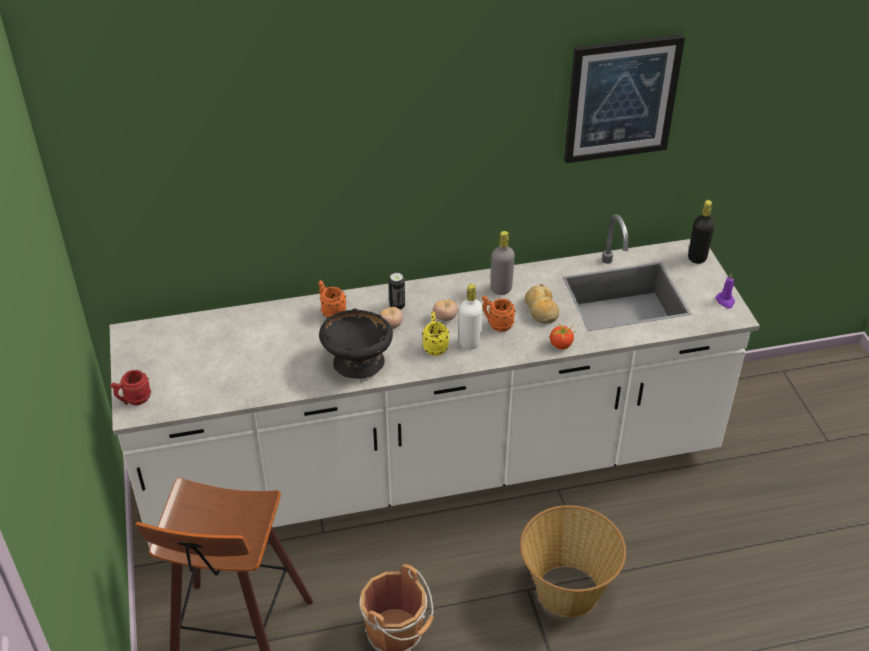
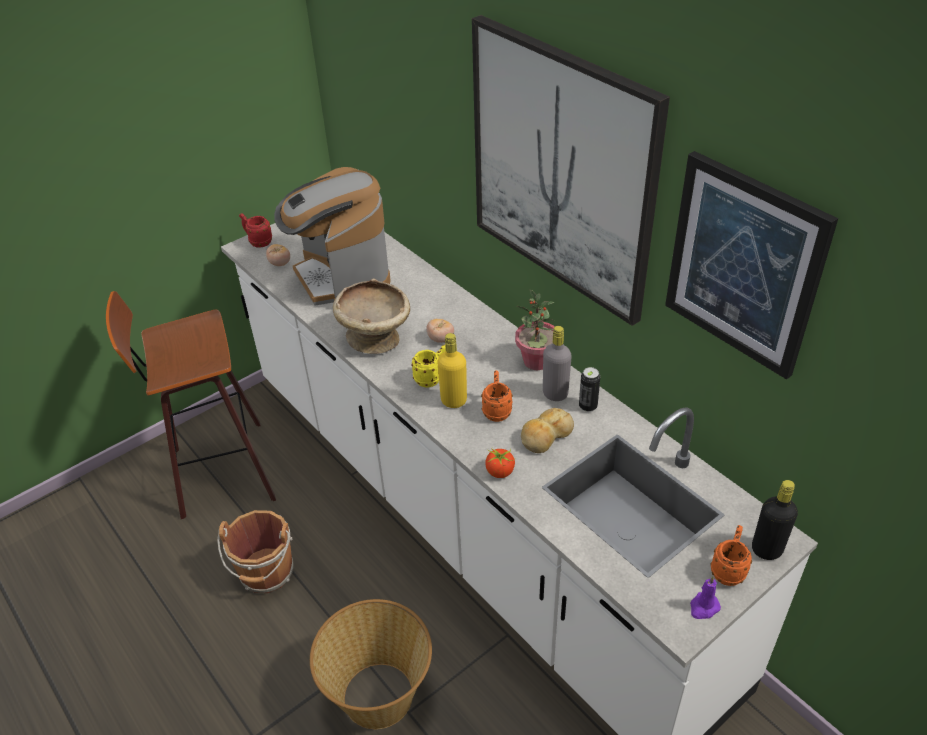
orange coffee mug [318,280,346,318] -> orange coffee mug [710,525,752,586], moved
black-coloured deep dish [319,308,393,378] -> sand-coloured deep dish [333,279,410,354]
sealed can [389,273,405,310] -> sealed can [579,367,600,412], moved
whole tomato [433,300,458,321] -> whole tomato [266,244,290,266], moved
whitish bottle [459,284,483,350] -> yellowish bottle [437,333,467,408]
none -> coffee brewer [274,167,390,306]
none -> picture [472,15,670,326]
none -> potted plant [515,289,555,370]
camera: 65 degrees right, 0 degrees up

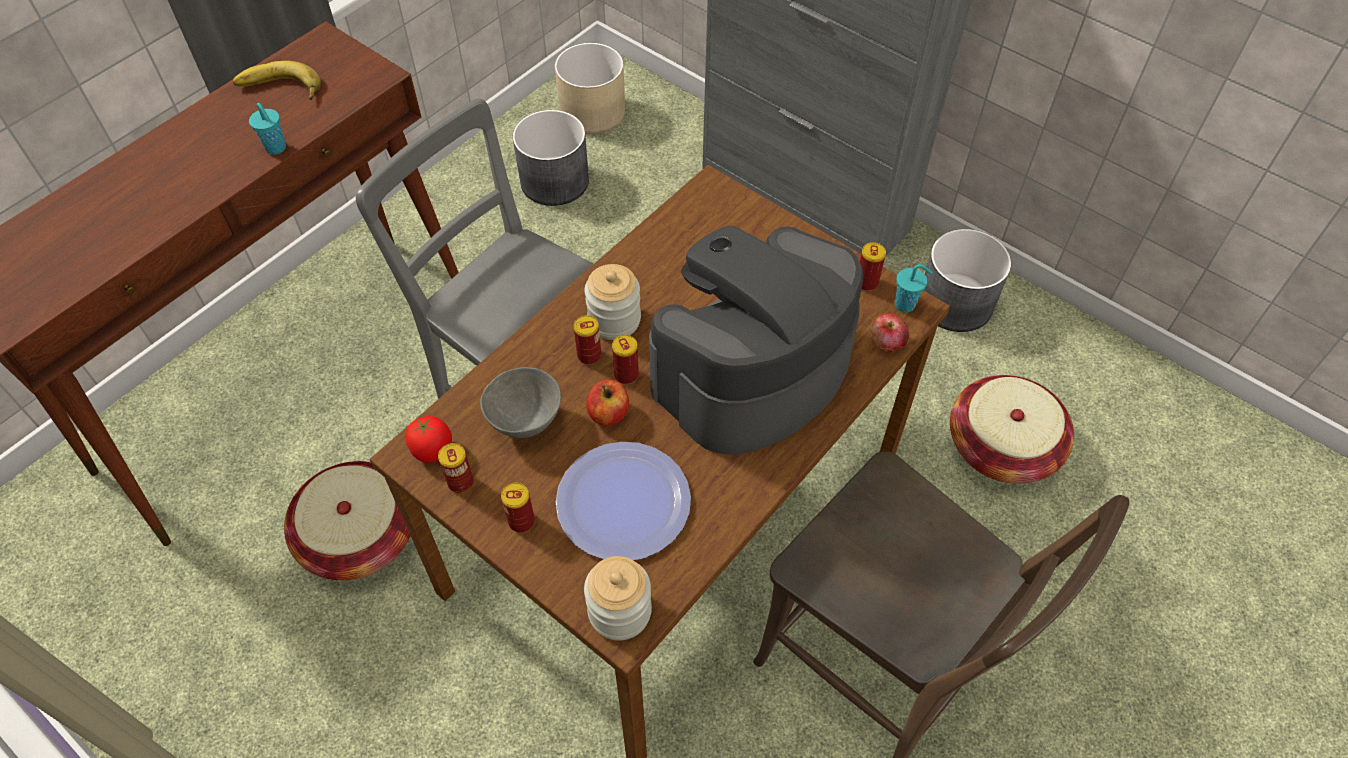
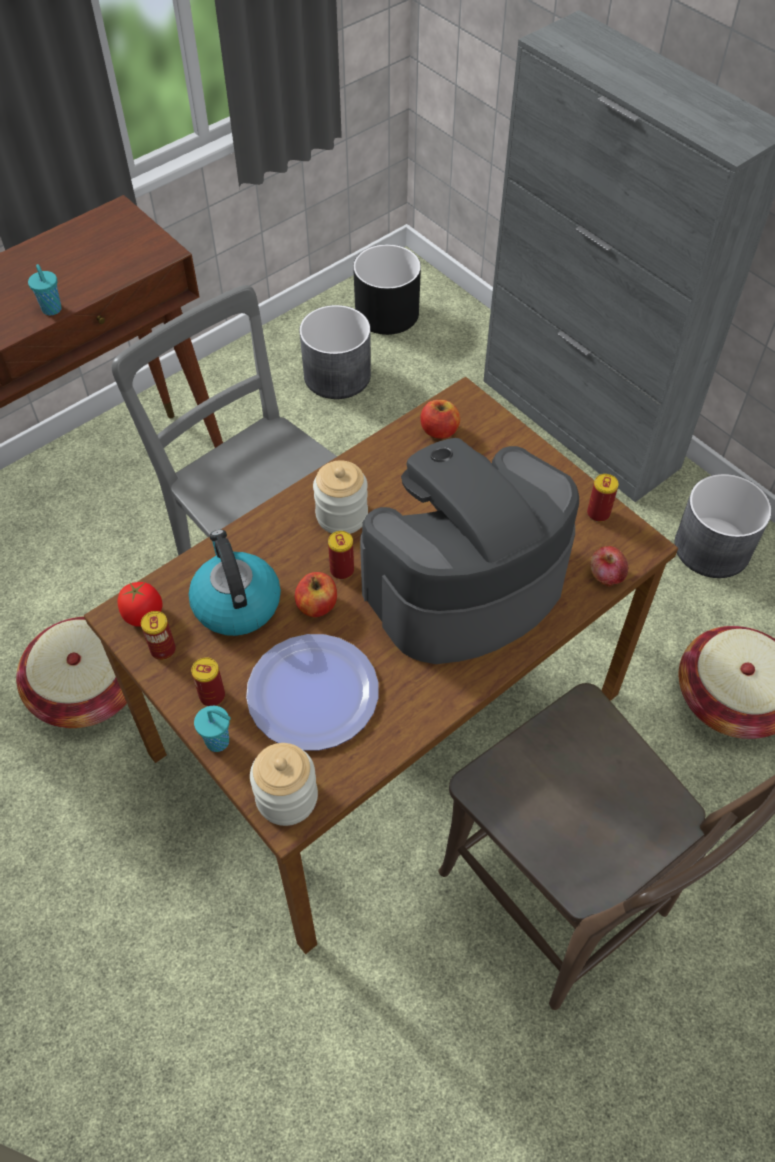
banana fruit [233,60,321,100] -> none
greyish deep dish [480,367,561,438] -> kettle [189,530,281,636]
sand-coloured plant pot [555,43,625,134] -> black-coloured plant pot [353,244,421,335]
sealed can [574,315,601,365] -> none
blue-green cup [895,264,933,313] -> blue-green cup [194,706,231,752], moved
none -> apple [420,400,460,439]
camera: 10 degrees right, 0 degrees up

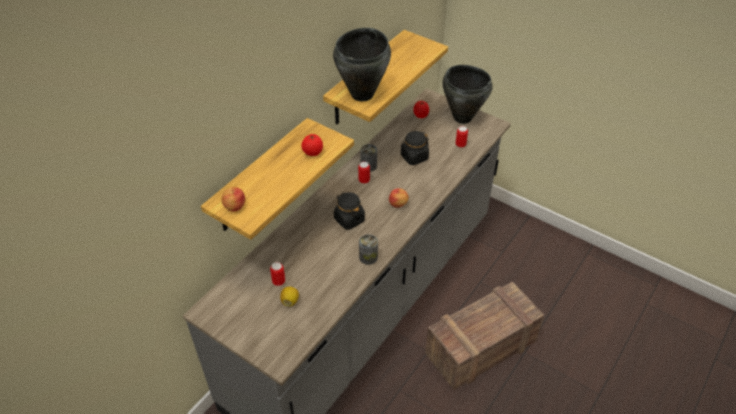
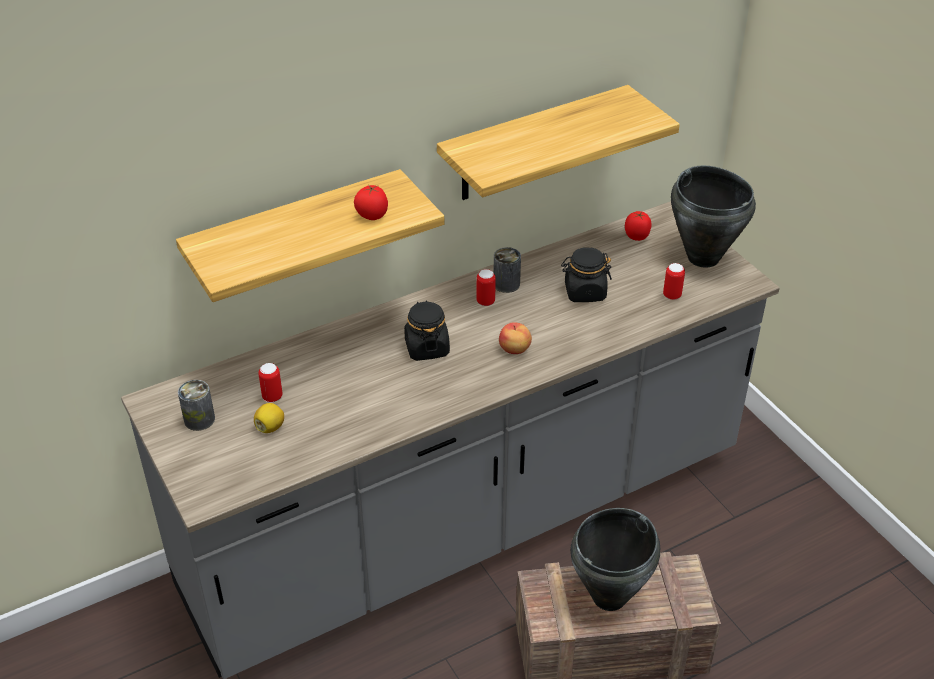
apple [221,187,245,212] -> none
black-coloured cooking pot [333,28,391,101] -> black-coloured cooking pot [570,508,660,611], moved
sealed can [359,234,378,265] -> sealed can [178,380,215,431], moved
camera: 25 degrees right, 5 degrees down

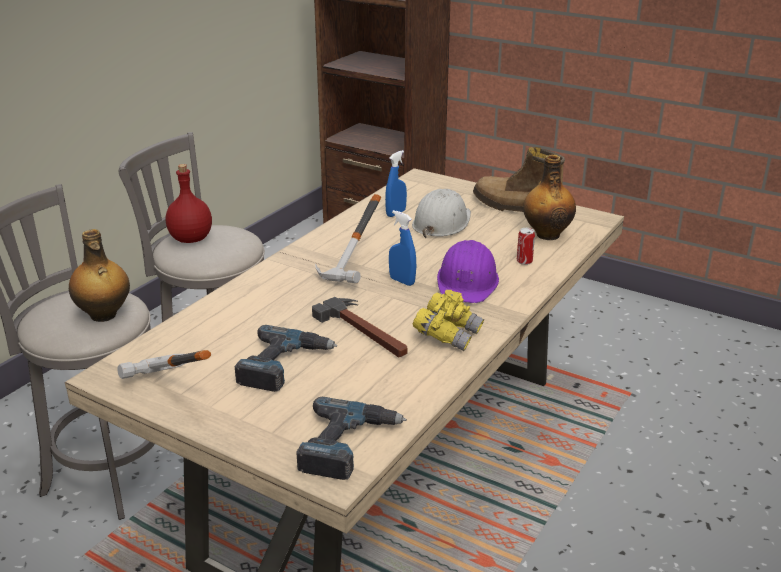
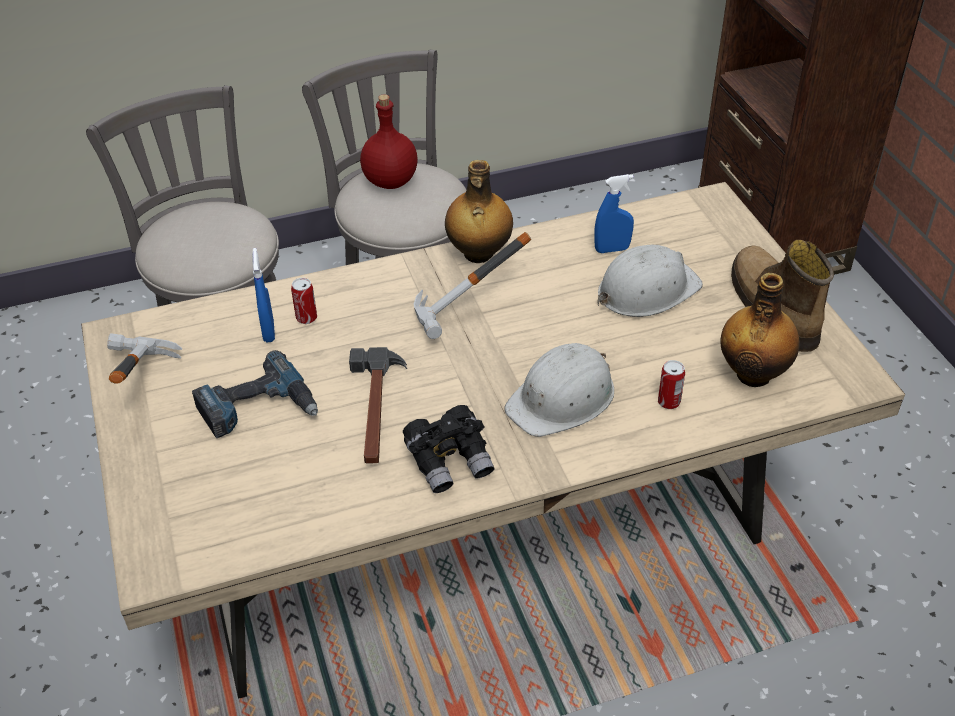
bottle [69,229,130,322] -> bottle [445,160,513,263], moved
electric drill [296,397,407,480] -> none
blue sprayer [389,210,416,286] -> blue sprayer [252,248,275,342], moved
yellowish pair of binoculars [413,290,484,351] -> black-coloured pair of binoculars [403,405,495,493]
purple-coloured hard hat [437,240,499,303] -> whitish hard hat [504,343,614,437]
none -> sealed can [291,278,317,324]
camera: 40 degrees right, 15 degrees up

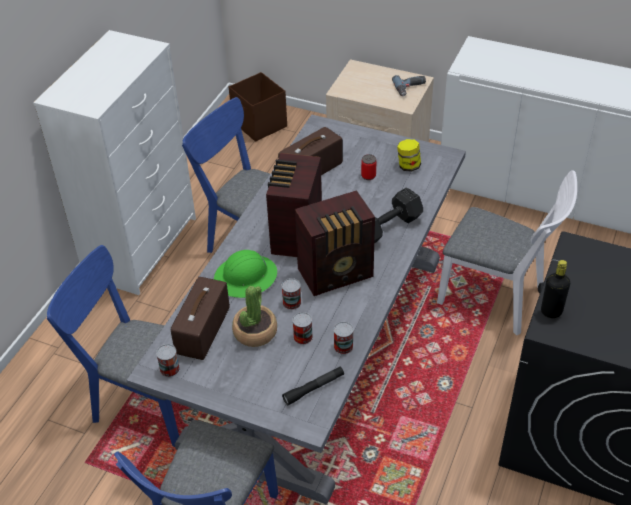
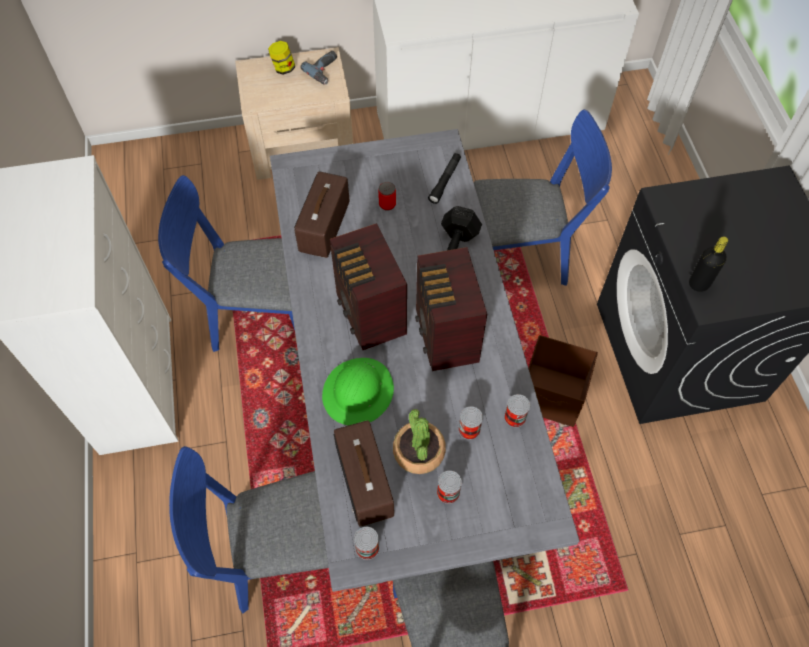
brown storage box [229,72,287,142] -> brown storage box [529,335,598,427], moved
sealed can [282,278,301,310] -> sealed can [437,471,462,504], moved
black-coloured flashlight [282,367,344,405] -> black-coloured flashlight [428,153,461,204], moved
radio receiver [295,190,375,296] -> radio receiver [415,247,487,371], 135 degrees clockwise
preserve jar [397,139,421,172] -> preserve jar [268,41,295,75], moved
whitish upright chair [437,170,577,335] -> blue upright chair [474,109,612,286]
camera: 35 degrees left, 15 degrees up

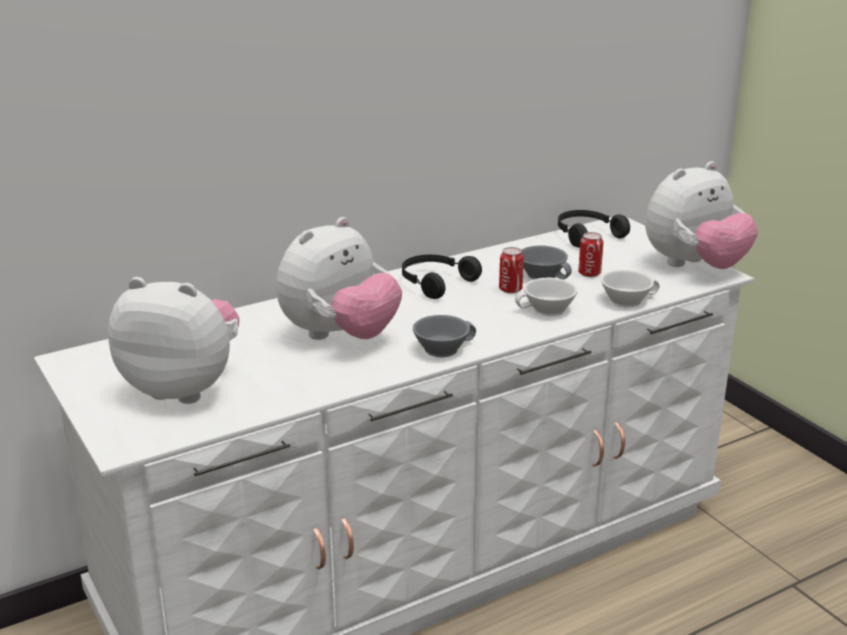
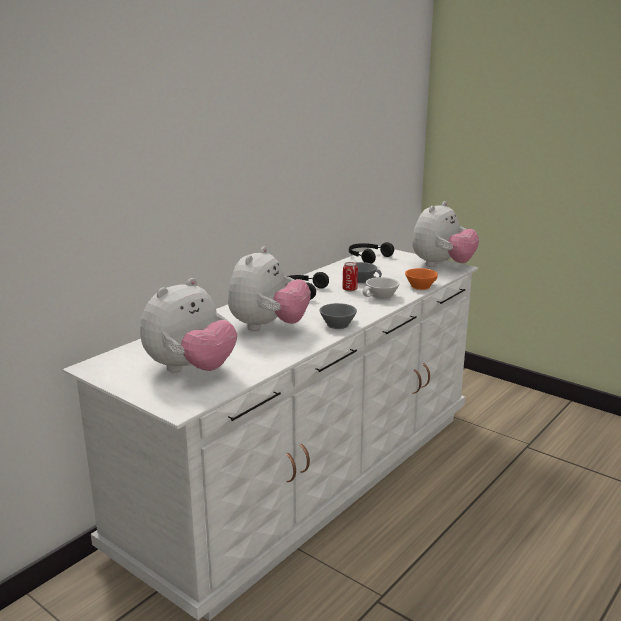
plush toy [108,277,239,404] -> plush toy [140,278,237,372], 135 degrees clockwise
sealed can [578,232,603,277] -> none
whitish cup [601,270,660,307] -> orange cup [405,268,438,290]
camera: 20 degrees left, 5 degrees down

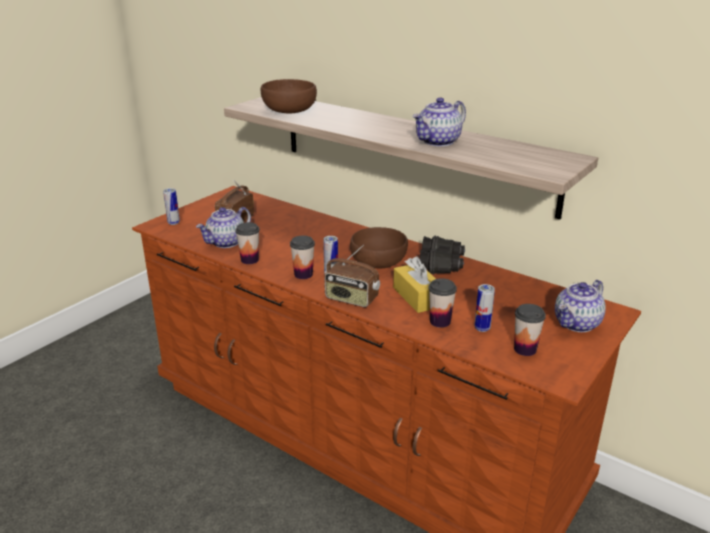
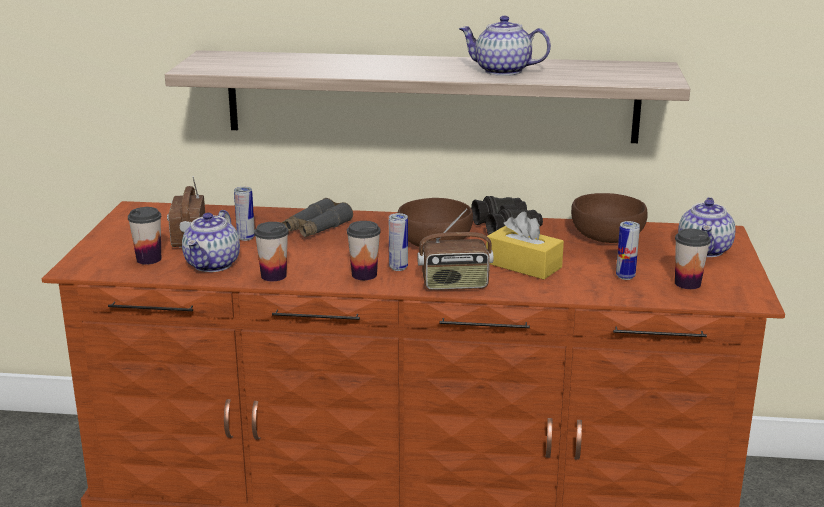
sealed can [163,188,180,225] -> sealed can [234,187,255,241], moved
brown deep dish [261,79,317,113] -> brown deep dish [571,193,647,243], moved
tea pot [412,97,466,147] -> tea pot [459,16,551,76], 90 degrees clockwise
cup [428,278,457,328] -> cup [128,207,161,265], moved
none -> greyish pair of binoculars [281,198,353,237]
camera: 30 degrees left, 5 degrees down

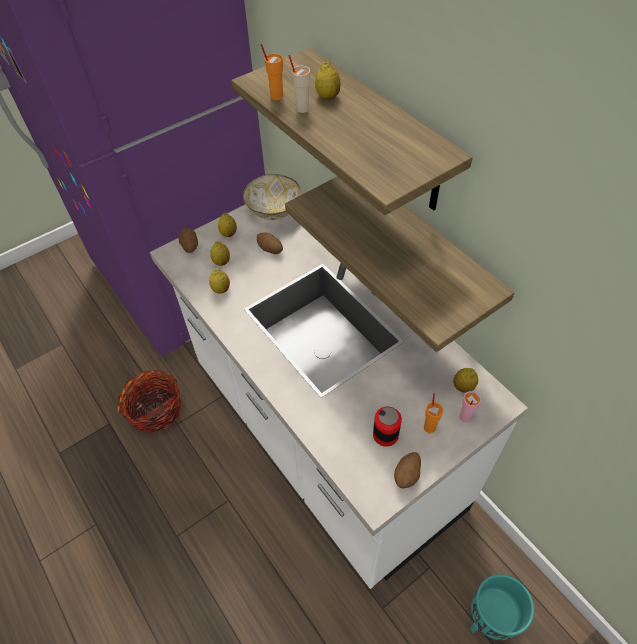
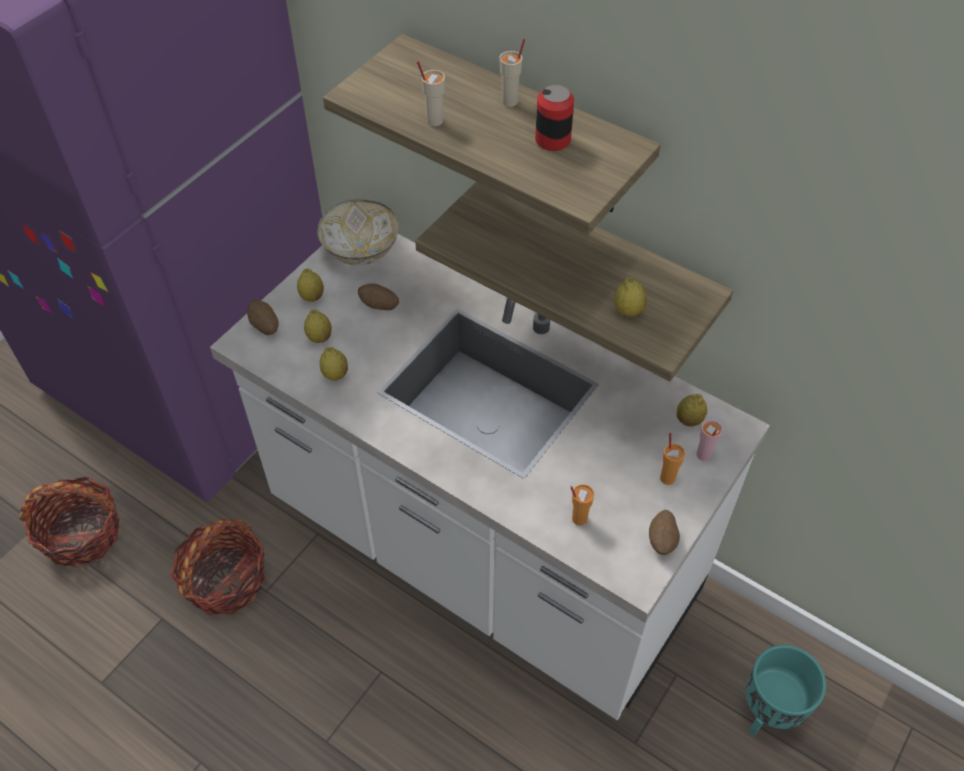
orange cup [261,44,283,100] -> orange cup [570,484,594,526], moved
lemon [315,62,341,100] -> lemon [614,277,647,317], moved
sealed can [373,407,402,447] -> sealed can [535,85,574,151], moved
none -> household basket [19,477,119,568]
none -> sand-coloured cup [499,39,525,107]
camera: 20 degrees left, 0 degrees up

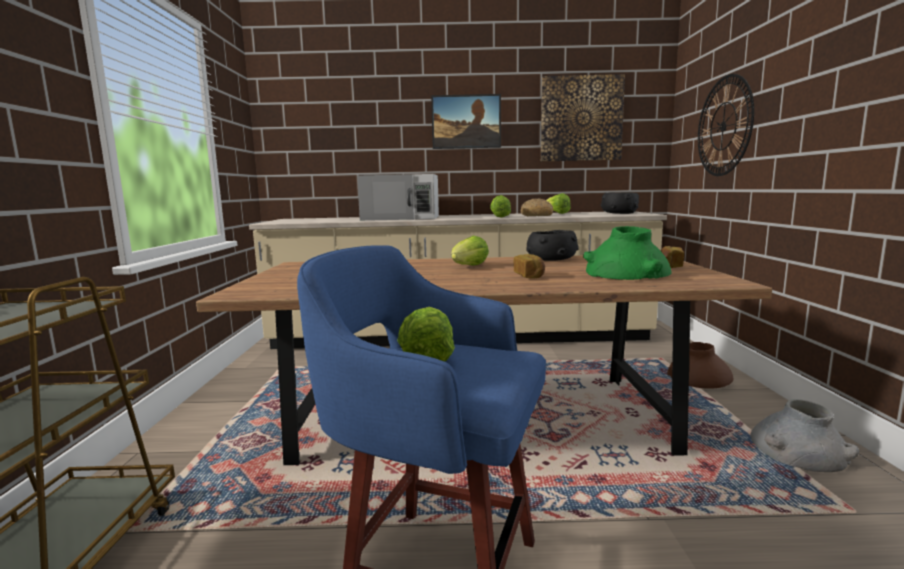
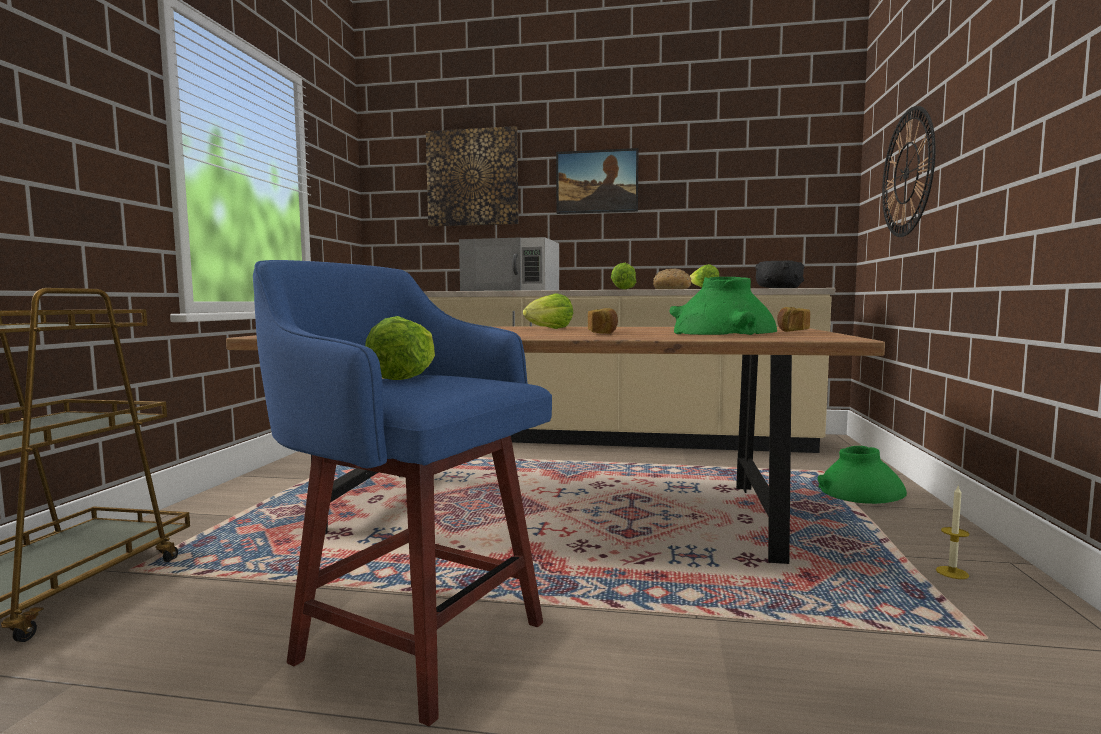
black-coloured deep dish [526,230,578,261] -> none
picture [541,74,625,161] -> picture [426,126,519,226], moved
brown vase [667,342,734,389] -> greenish vase [818,446,907,504]
greyish vase [751,399,859,472] -> wax light [936,485,970,579]
camera: 10 degrees right, 5 degrees down

